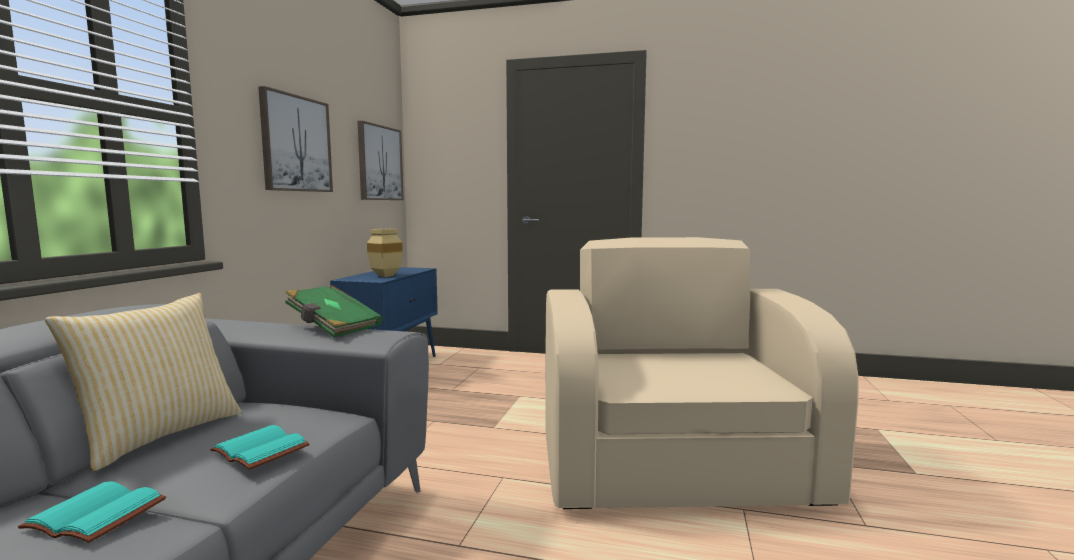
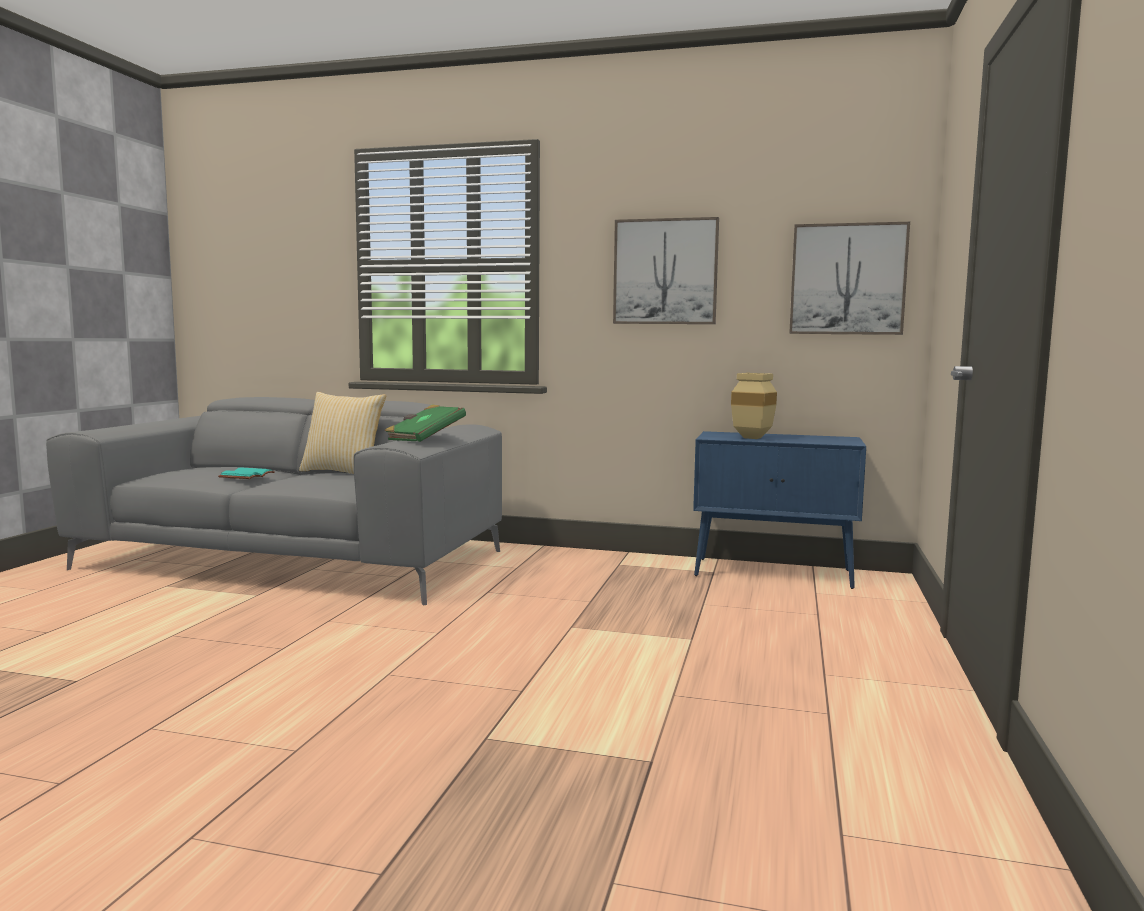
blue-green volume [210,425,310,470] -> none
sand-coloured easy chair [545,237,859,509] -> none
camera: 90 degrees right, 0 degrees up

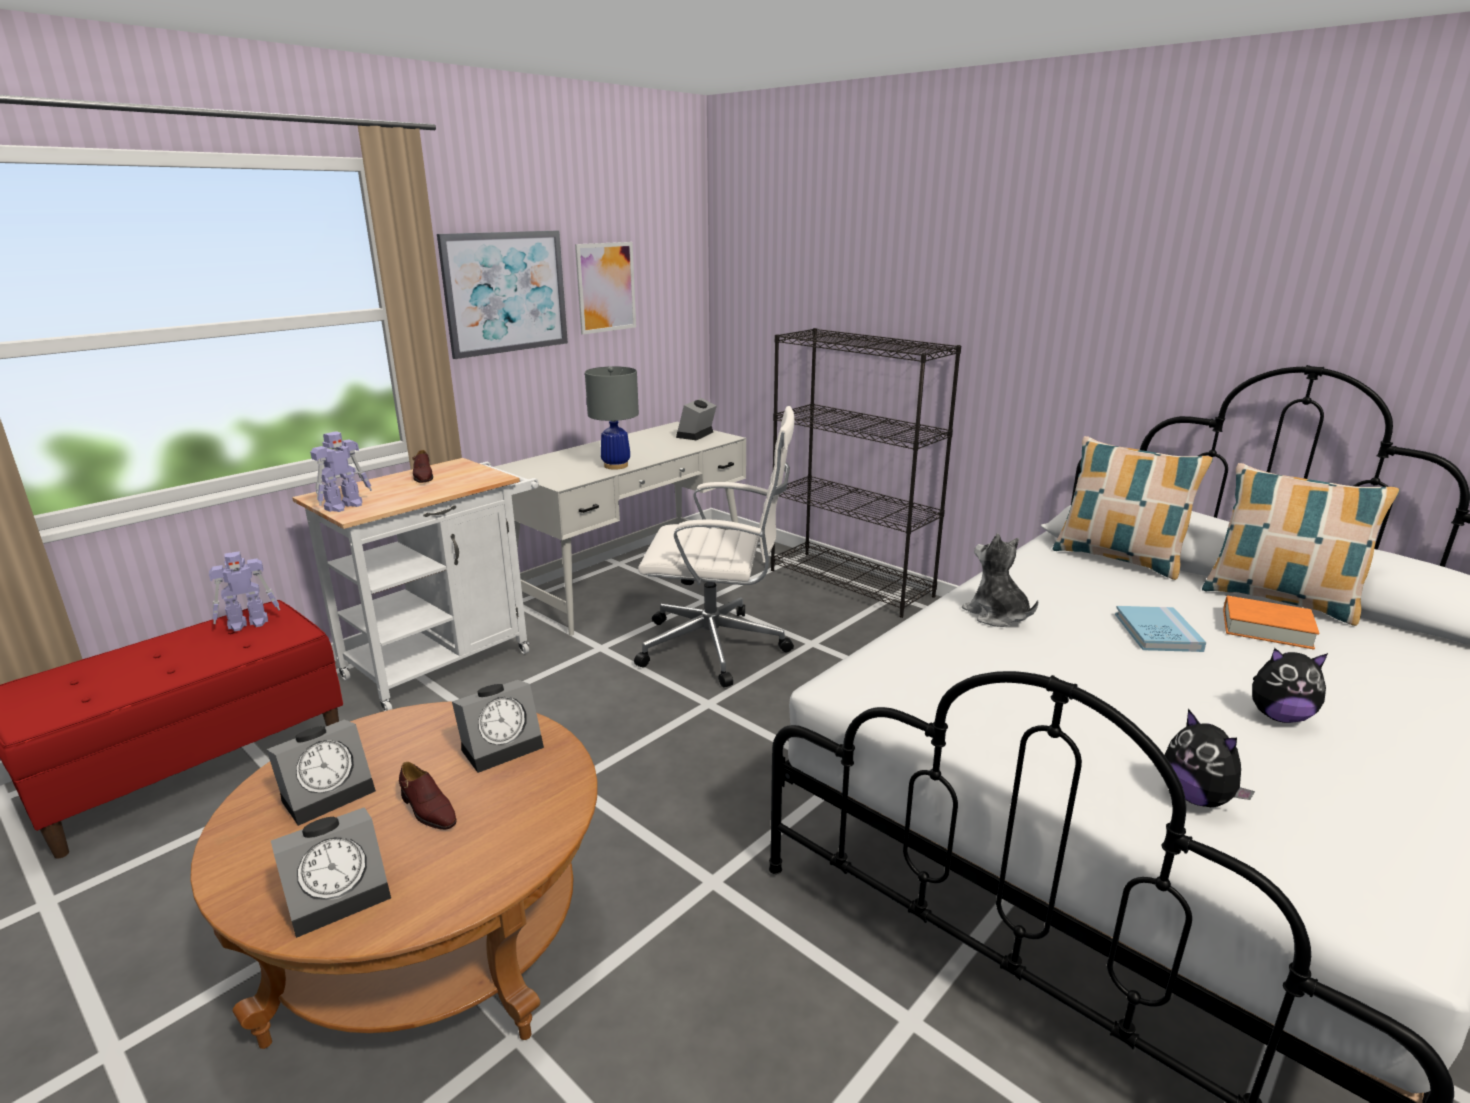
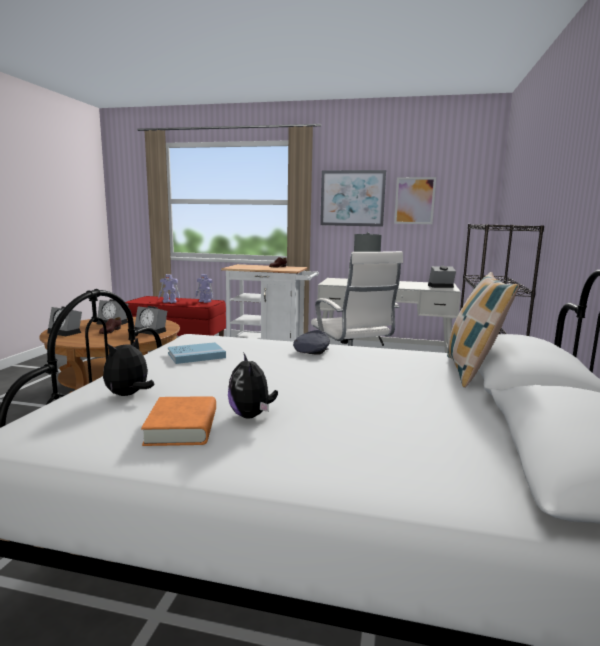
robot figure [310,431,372,512] -> robot figure [158,274,180,303], moved
plush toy [962,533,1038,627] -> greyish baseball cap [293,330,330,354]
blue volume [1115,606,1206,652] -> blue volume [168,342,226,364], moved
pillow [1202,463,1400,626] -> none
orange volume [1223,596,1320,650] -> orange volume [141,396,216,446], moved
camera: 60 degrees right, 10 degrees down

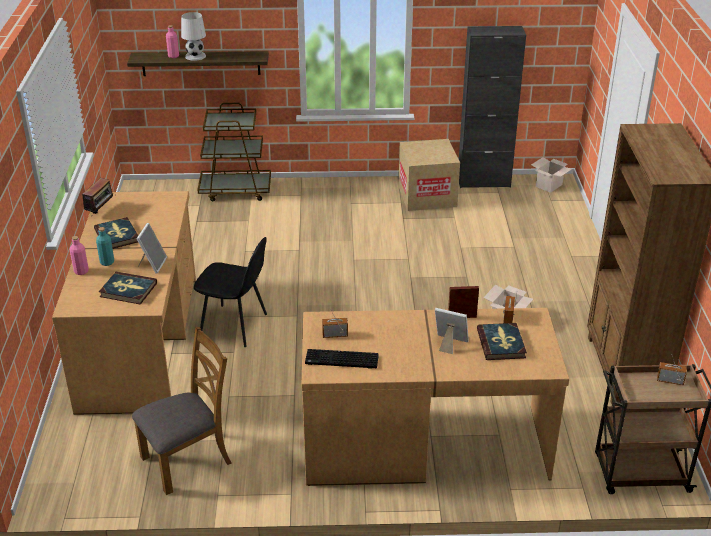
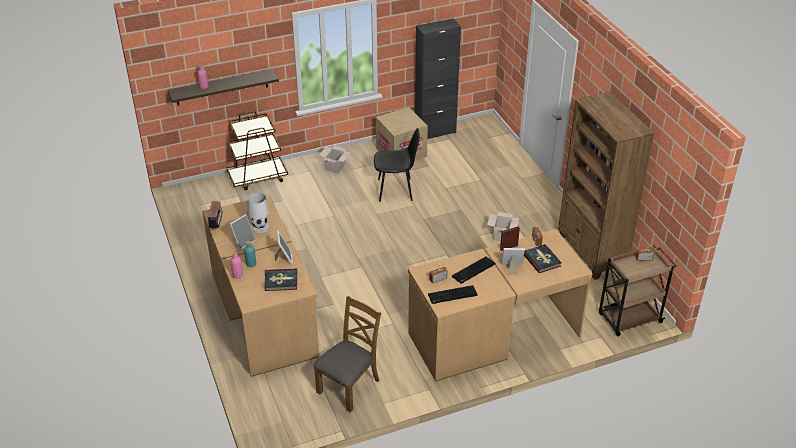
volume [94,217,138,249] -> picture frame [230,214,256,250]
whitish lamp for a table [181,12,206,61] -> whitish lamp for a table [247,193,269,233], moved
black-coloured upright chair [194,237,267,347] -> black-coloured upright chair [374,128,420,202], moved
packing box [531,157,572,193] -> packing box [319,146,351,173], moved
none -> keyboard [452,257,495,284]
camera: 20 degrees left, 5 degrees up

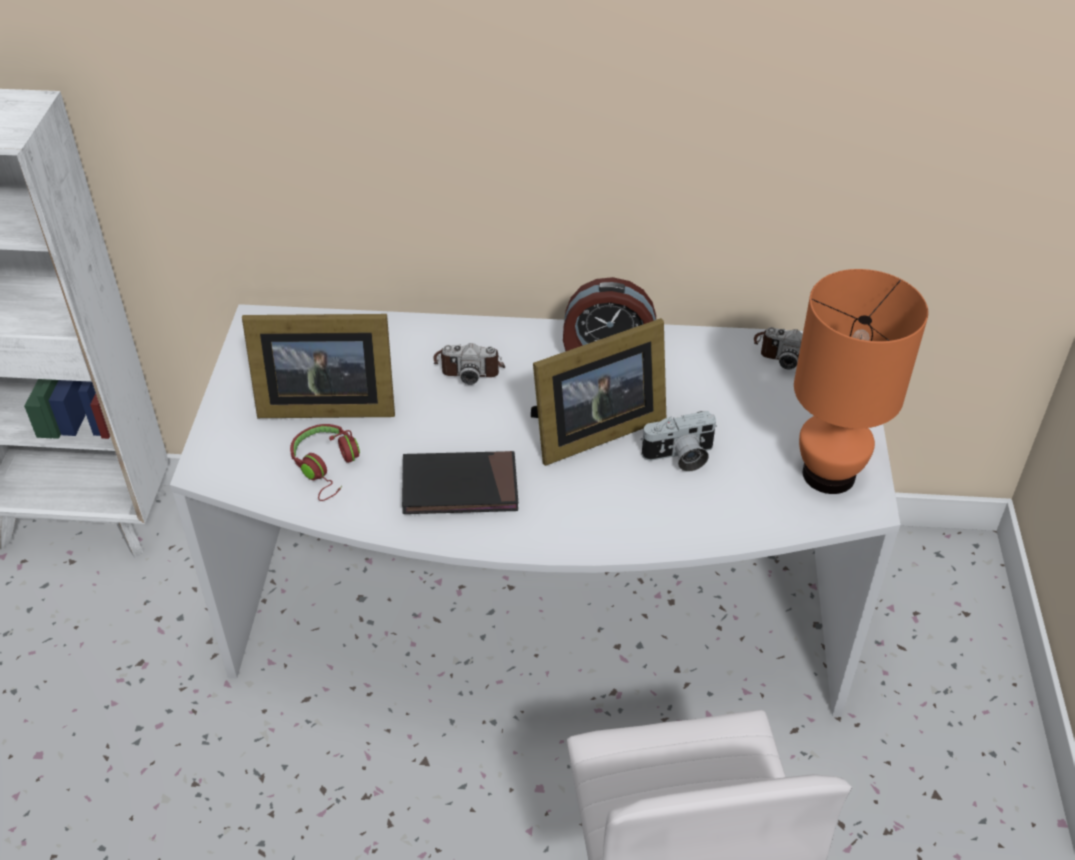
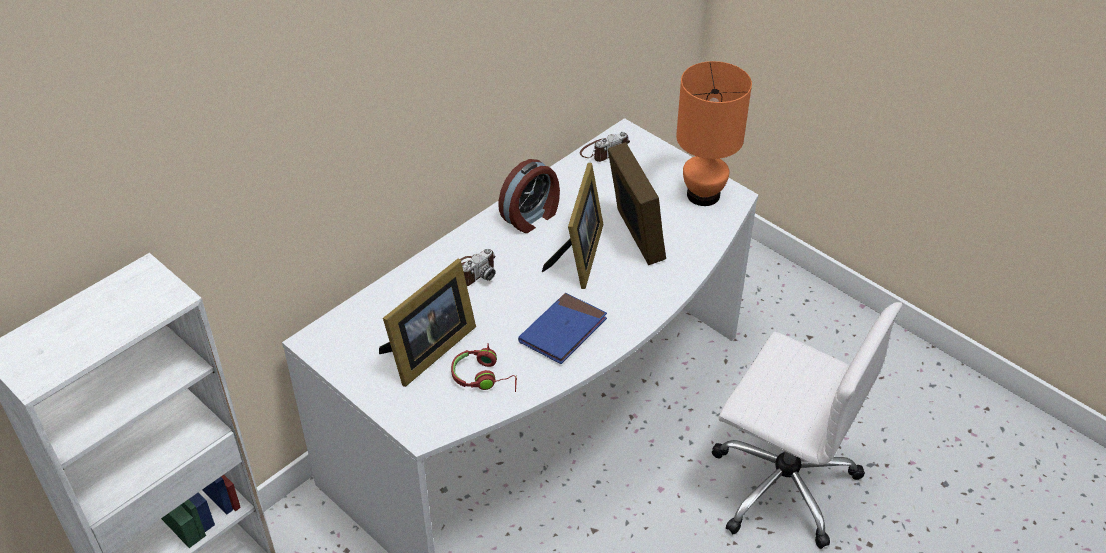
black-coloured volume [402,451,518,514] -> blue volume [518,293,607,364]
photo camera [641,411,717,472] -> picture frame [608,142,666,265]
camera: 50 degrees left, 0 degrees up

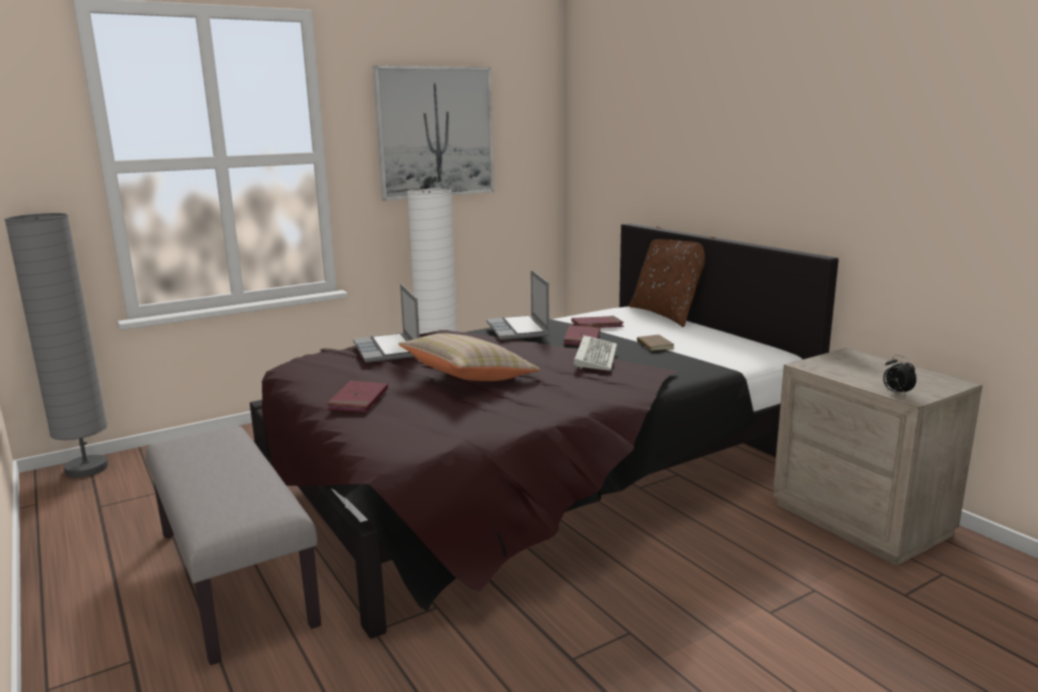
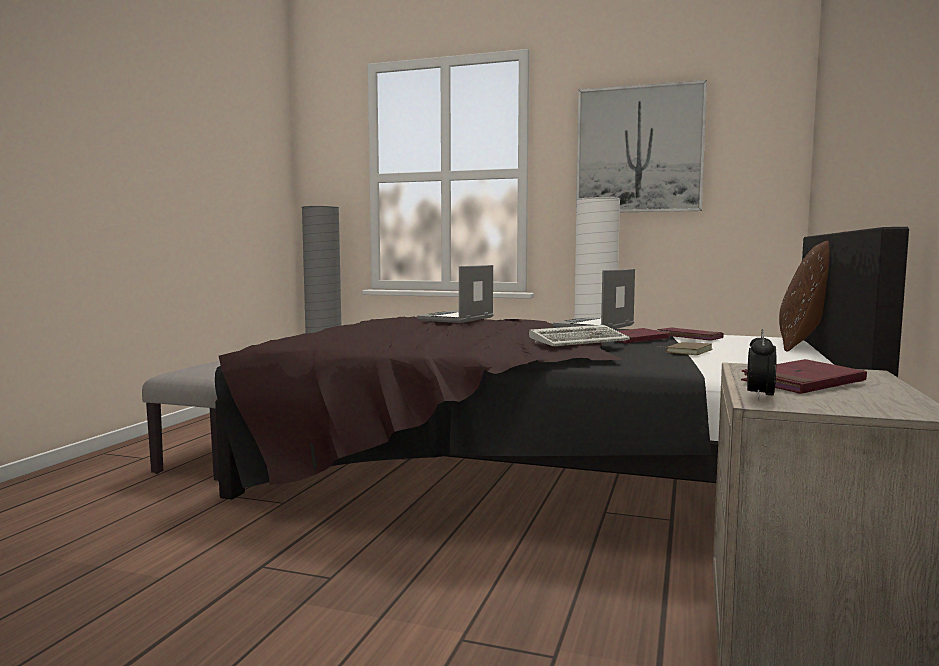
reddish volume [326,381,388,413] -> reddish volume [741,359,867,394], moved
sand-coloured pillow [398,333,540,381] -> none
camera: 50 degrees right, 10 degrees down

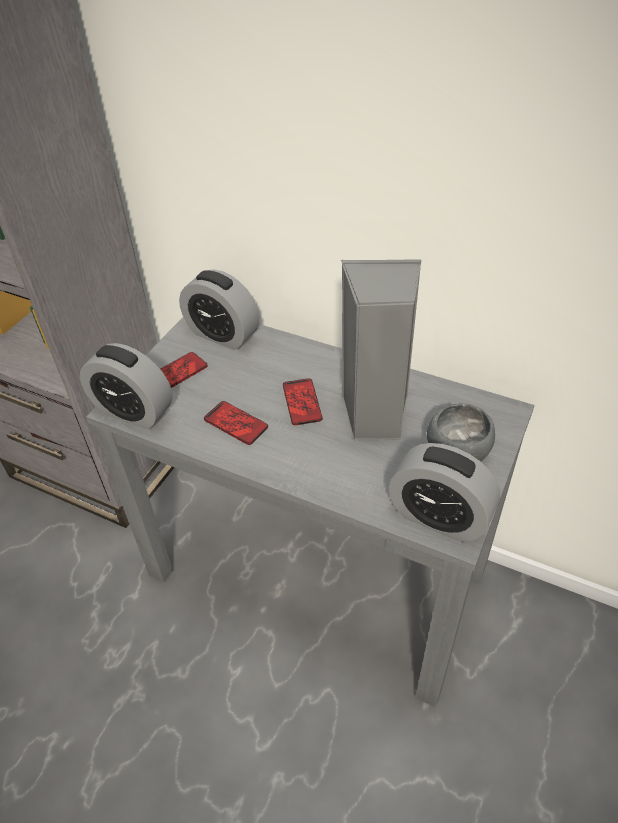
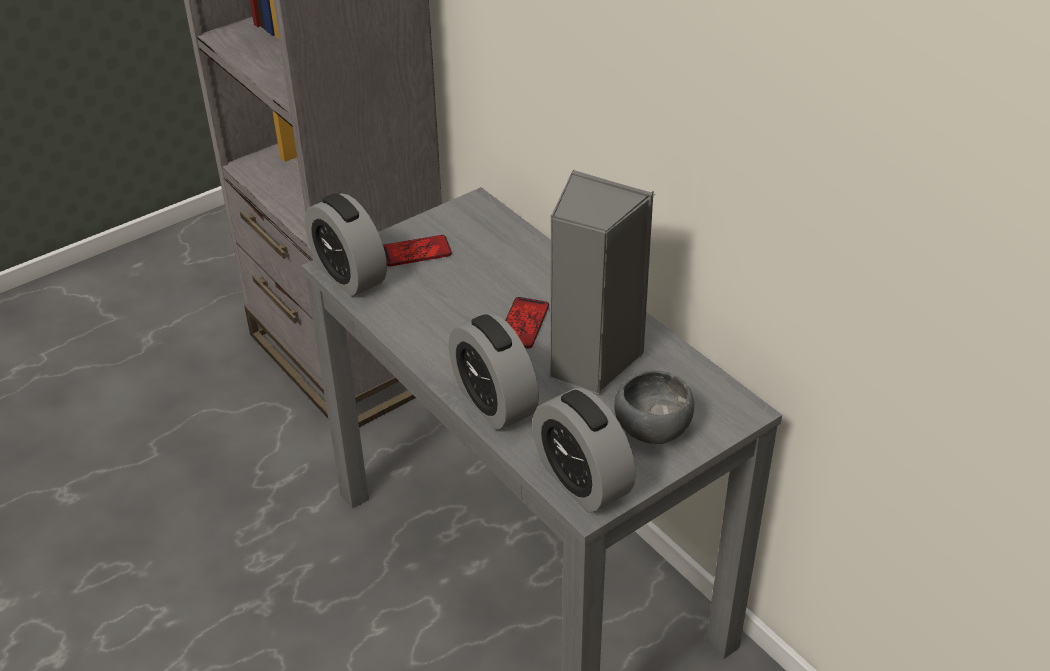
bedside clock [179,270,259,350] -> bedside clock [449,314,539,430], moved
handset [204,401,268,445] -> none
camera: 25 degrees right, 5 degrees down

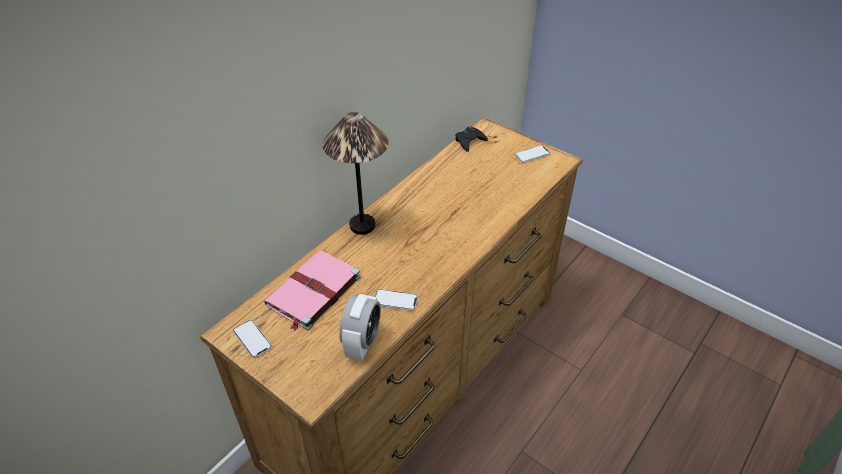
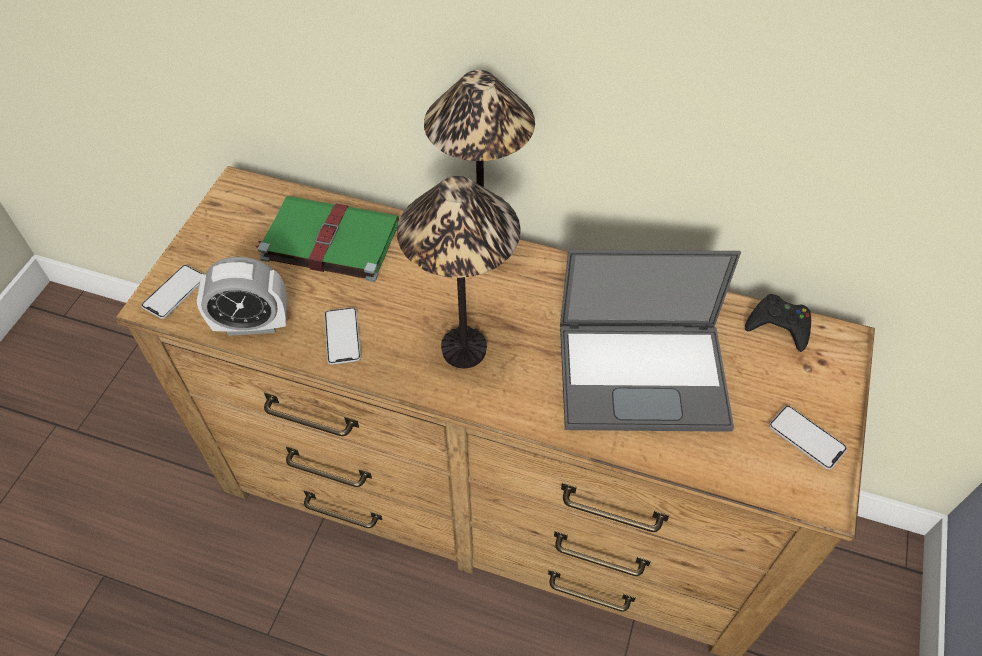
handset [233,320,272,358] -> handset [141,265,203,319], moved
pink volume [264,250,361,331] -> greenish volume [255,196,399,282]
none -> lamp for a table [397,176,521,368]
none -> portable computer [560,250,741,432]
camera: 70 degrees right, 10 degrees up

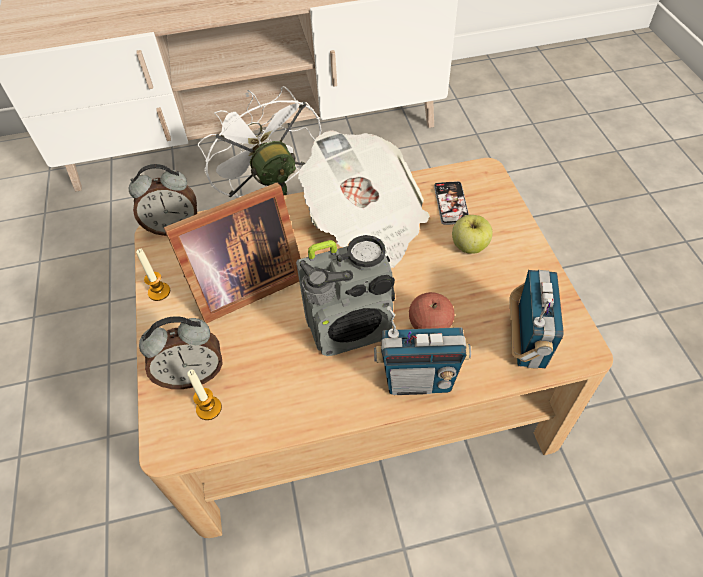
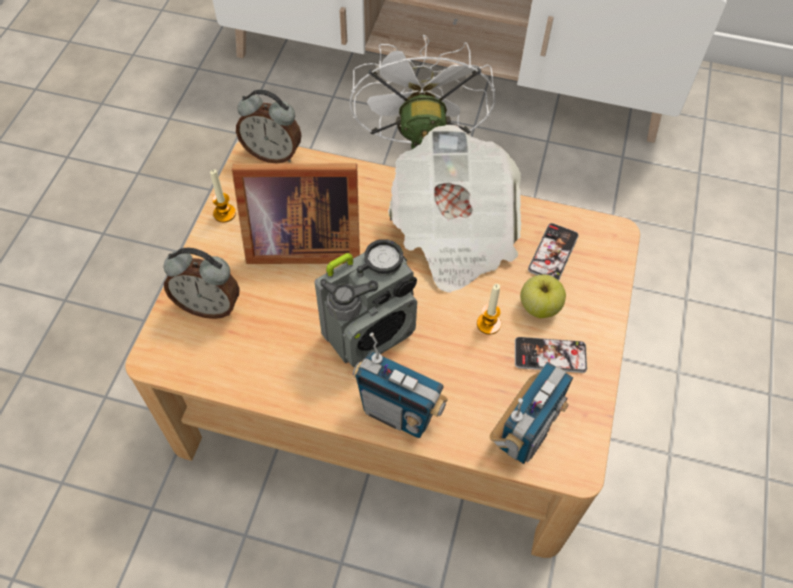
wax light [187,370,222,420] -> wax light [477,284,501,335], moved
radio receiver [296,235,395,356] -> radio receiver [315,239,417,367], 45 degrees counterclockwise
apple [409,292,455,329] -> none
none -> handset [515,337,587,373]
camera: 25 degrees right, 5 degrees up

